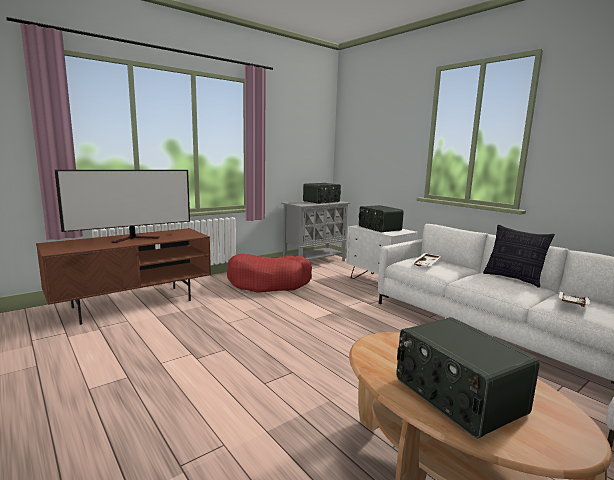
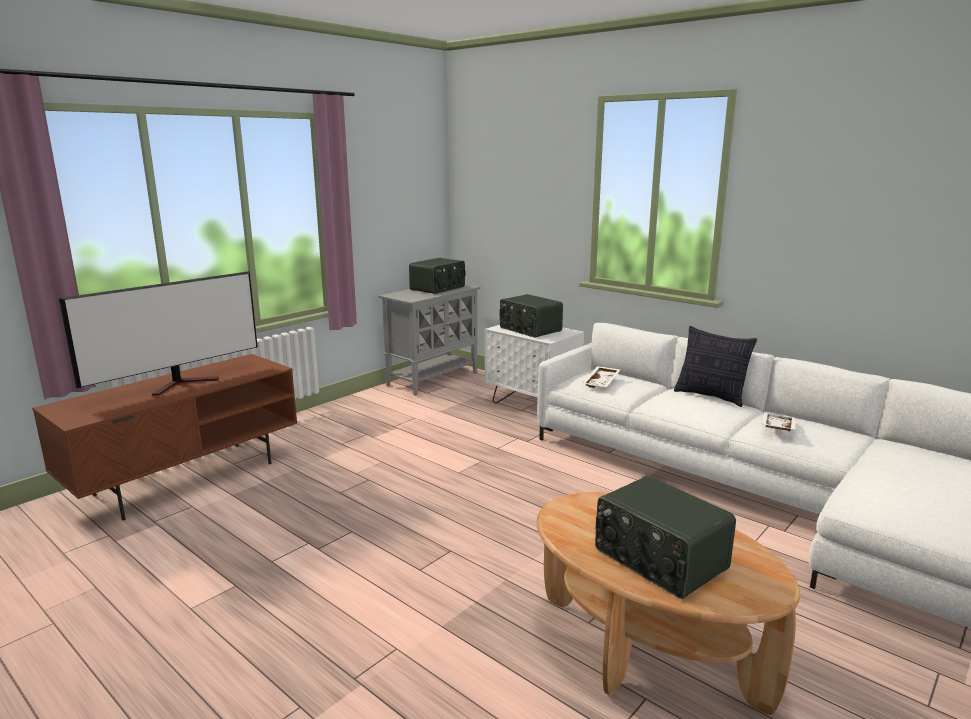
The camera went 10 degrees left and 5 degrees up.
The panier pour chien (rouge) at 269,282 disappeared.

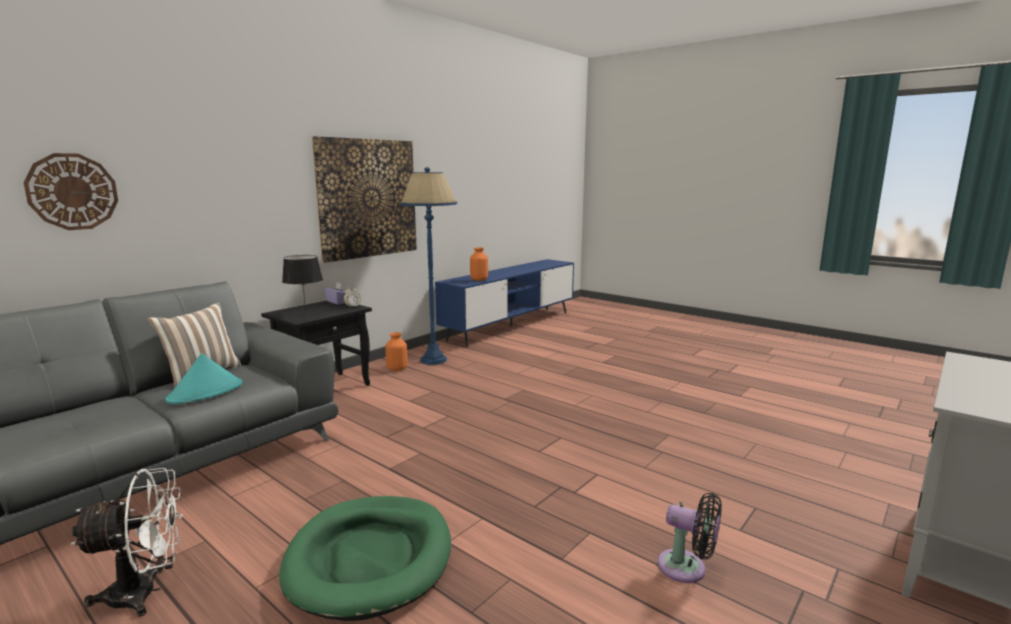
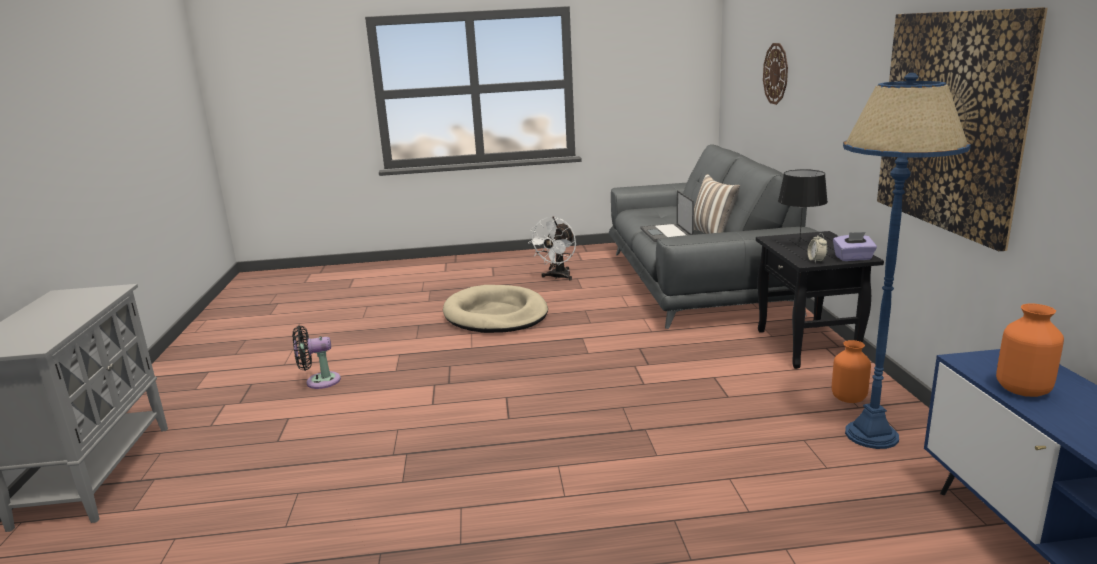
The camera went 135 degrees right and 5 degrees up.
The chapeau (turquoise) at 206,392 was replaced by the ordinateur portable at 666,233.
The panier pour chien (vert) at 370,559 became the panier pour chien (beige) at 496,315.

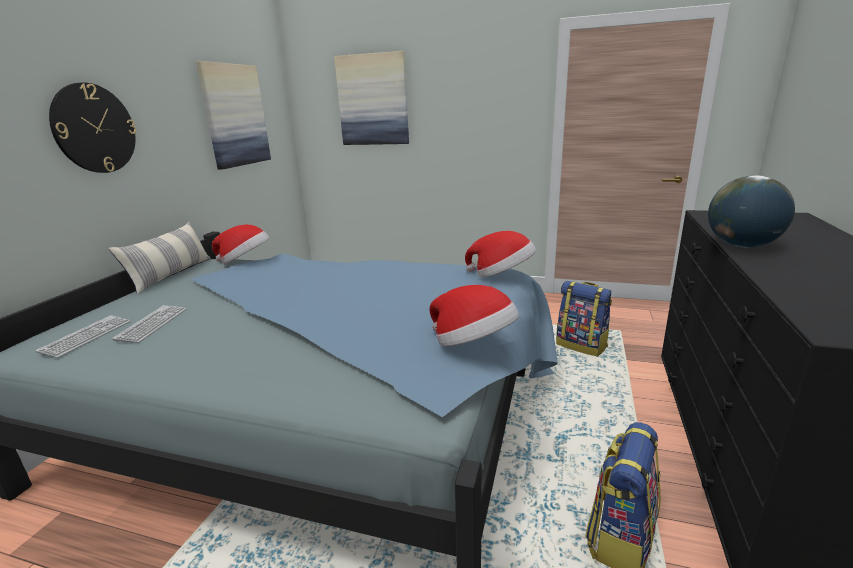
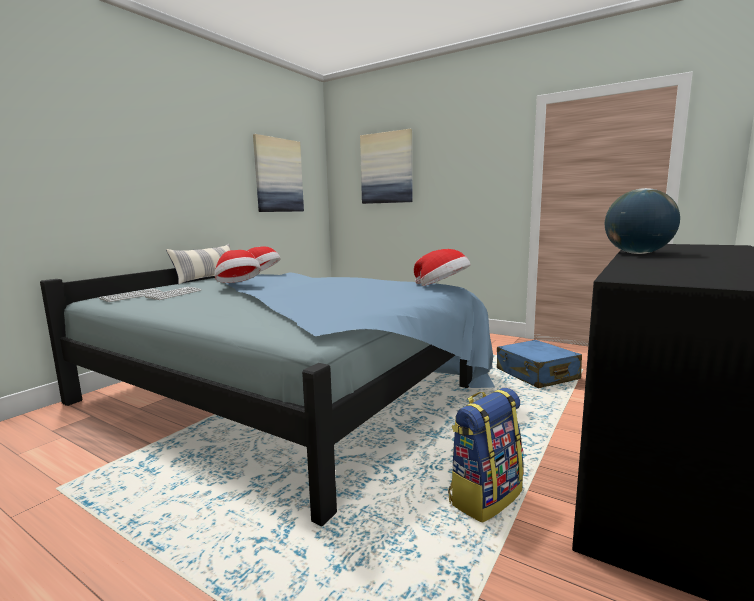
The camera went 15 degrees right and 10 degrees down.
The horloge murale at 94,129 disappeared.
The chapeau moved from 473,345 to 238,285.
The sac à dos at 582,345 was replaced by the valise (bleu) at 536,375.

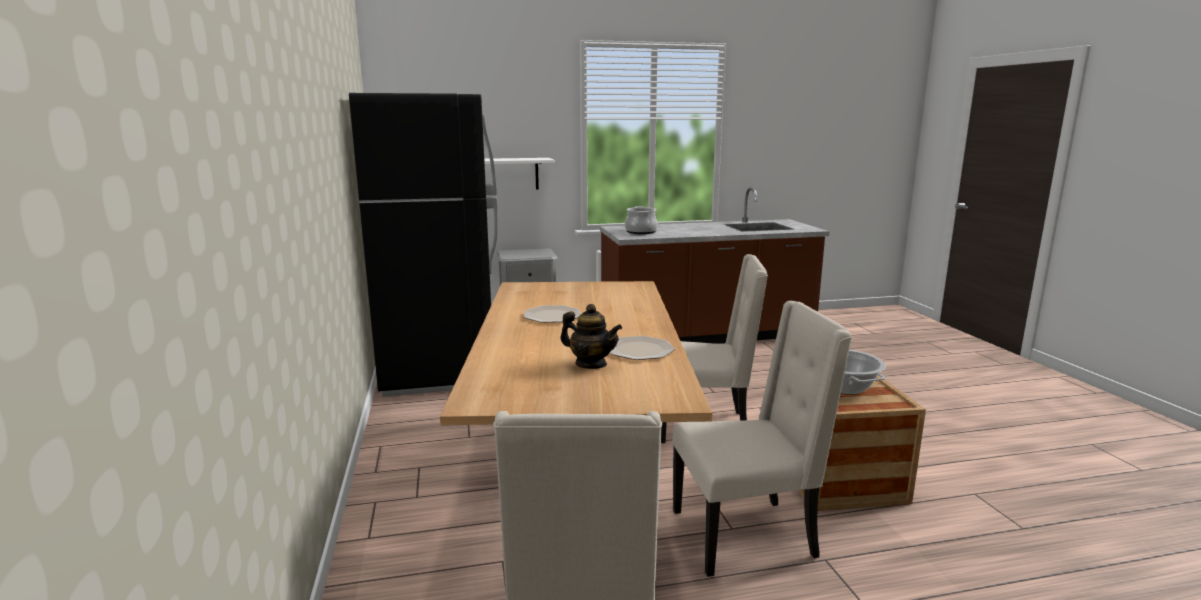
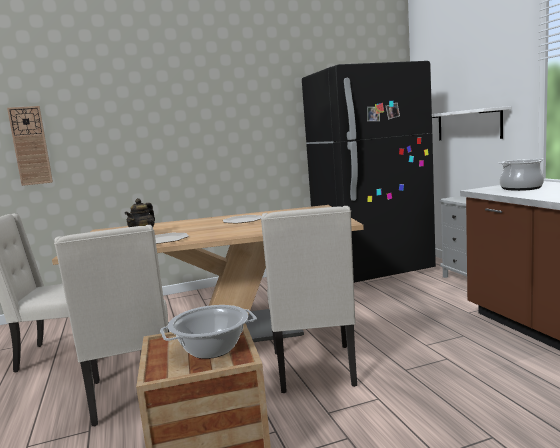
The camera went 85 degrees right and 5 degrees down.
The horloge murale at 30,146 appeared.

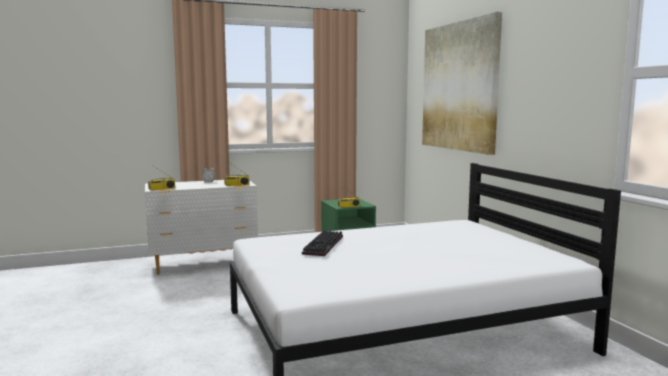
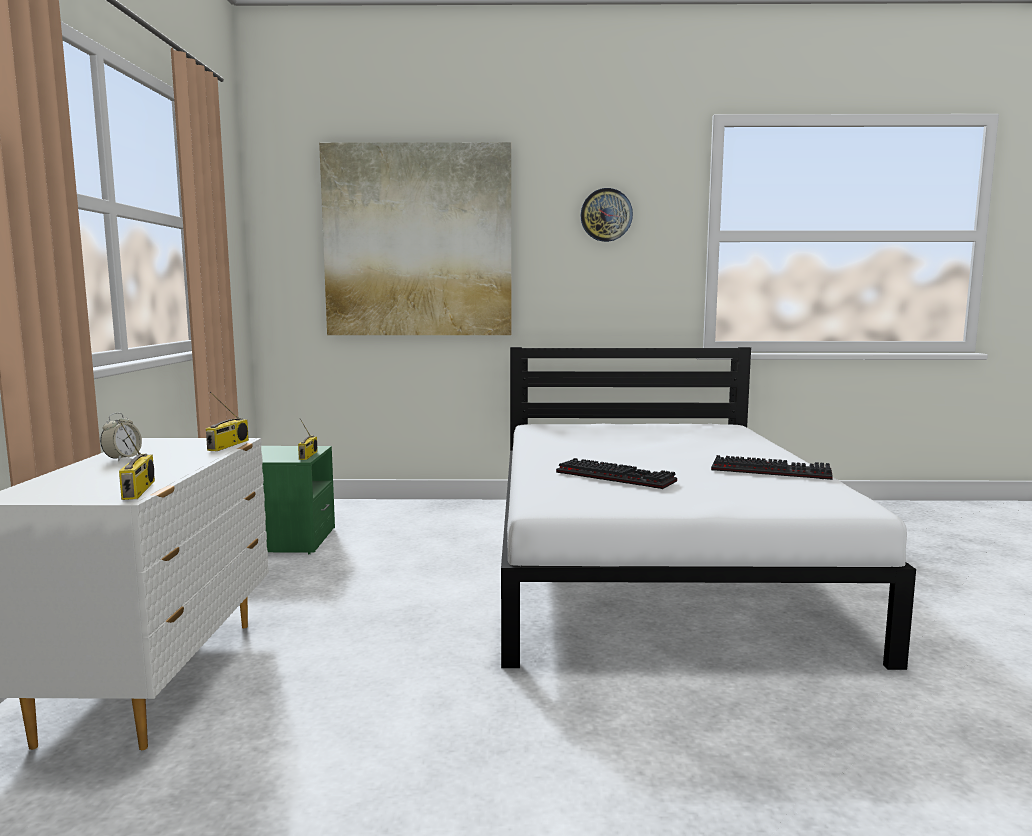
The camera went 70 degrees left and 0 degrees up.
The horloge murale at 606,215 appeared.
The clavier at 772,471 appeared.

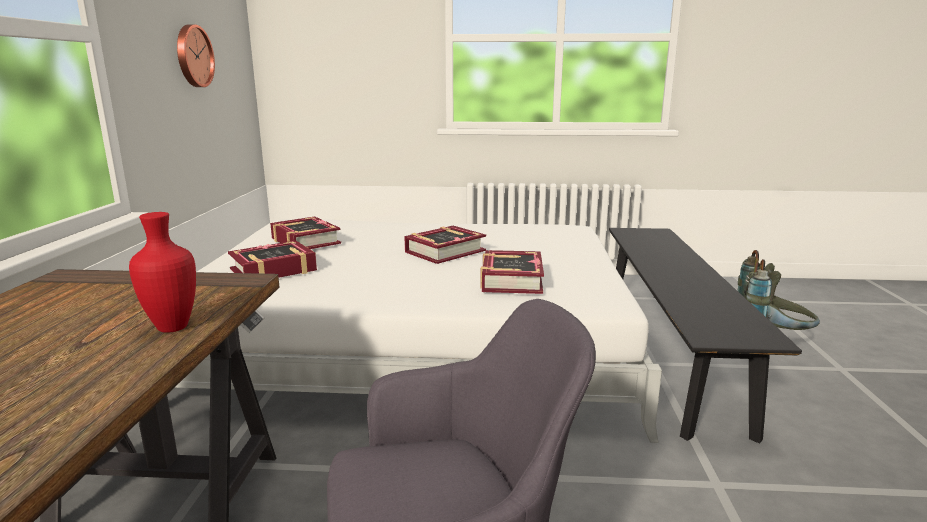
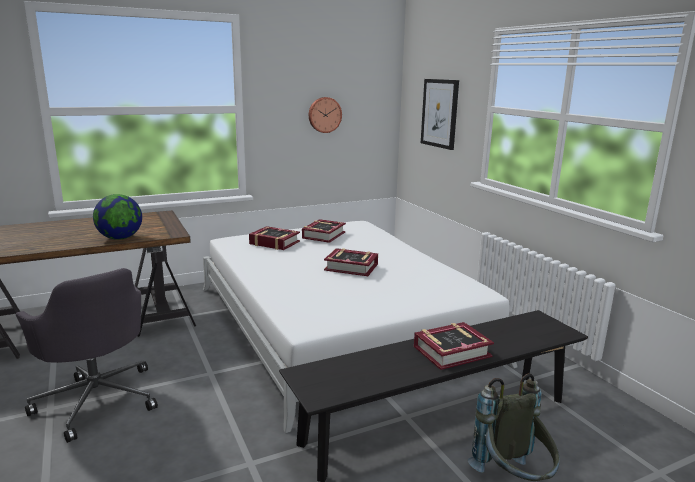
The camera went 60 degrees right and 0 degrees up.
The vase (rouge) at 173,327 was replaced by the globe at 120,238.
The livre moved from 511,280 to 451,351.
The tableau at 440,113 appeared.

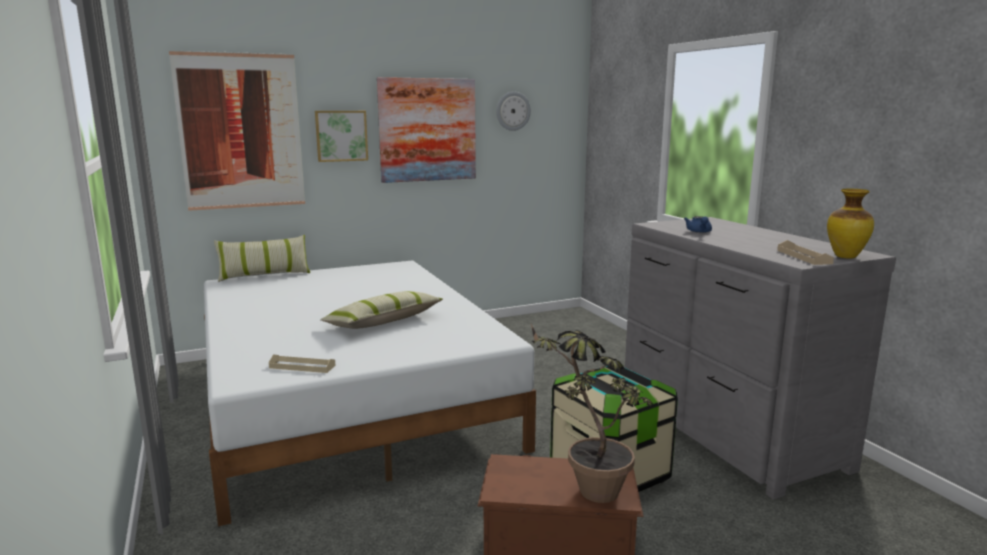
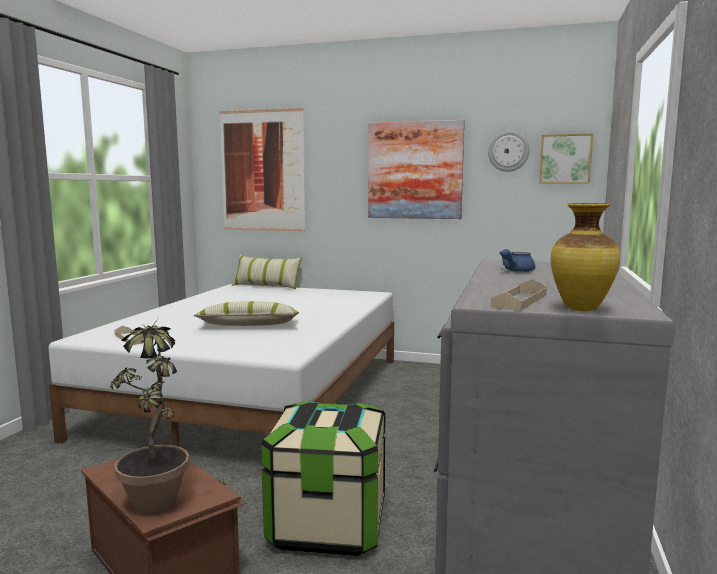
The camera went 40 degrees right and 5 degrees down.
The tableau moved from 341,135 to 565,159.

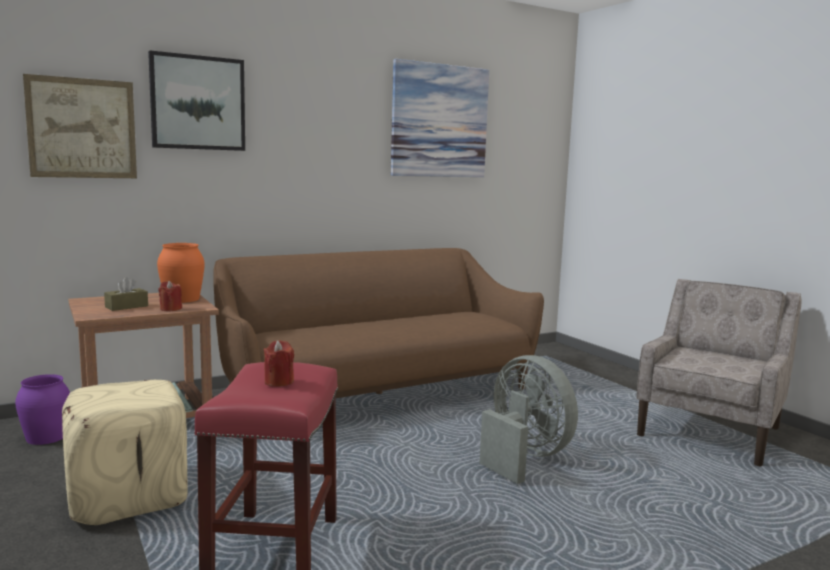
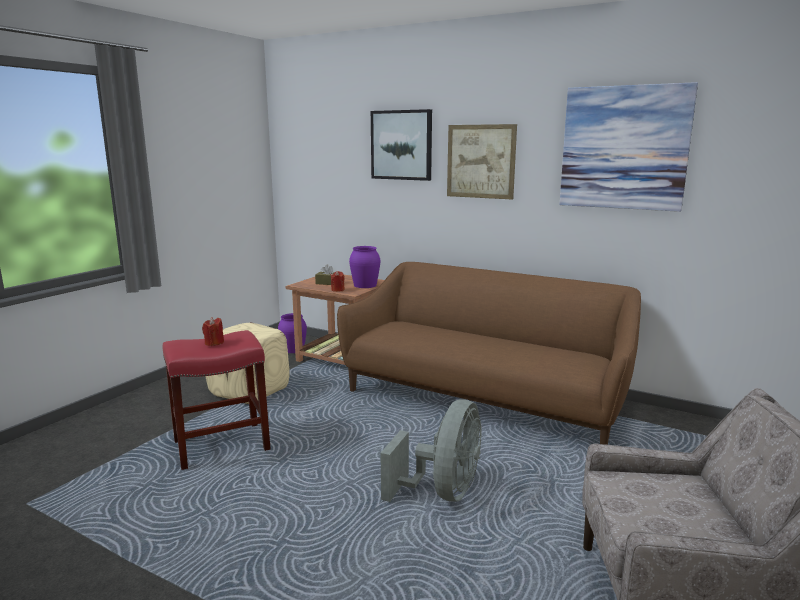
The camera went 60 degrees right and 5 degrees up.
The tableau moved from 82,128 to 481,161.
The vase (orange) at 182,299 became the vase (violet) at 365,285.

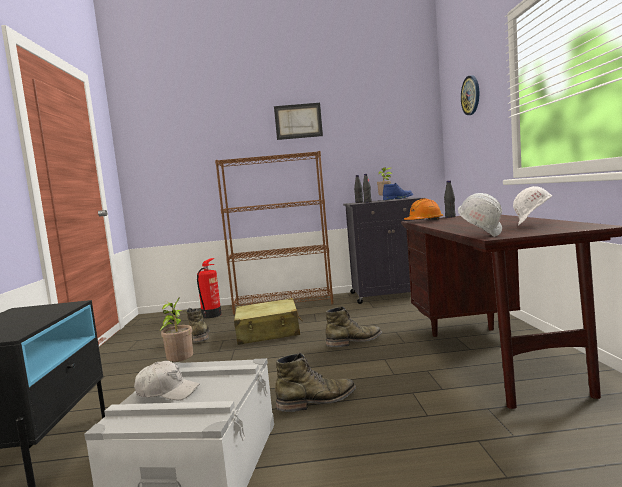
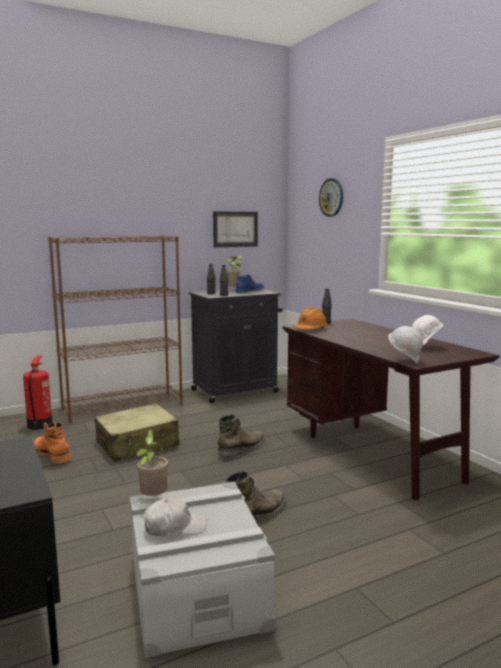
The camera went 25 degrees left and 5 degrees up.
The botte (vert) at 199,336 became the botte (orange) at 52,454.
The tableau moved from 298,121 to 235,229.

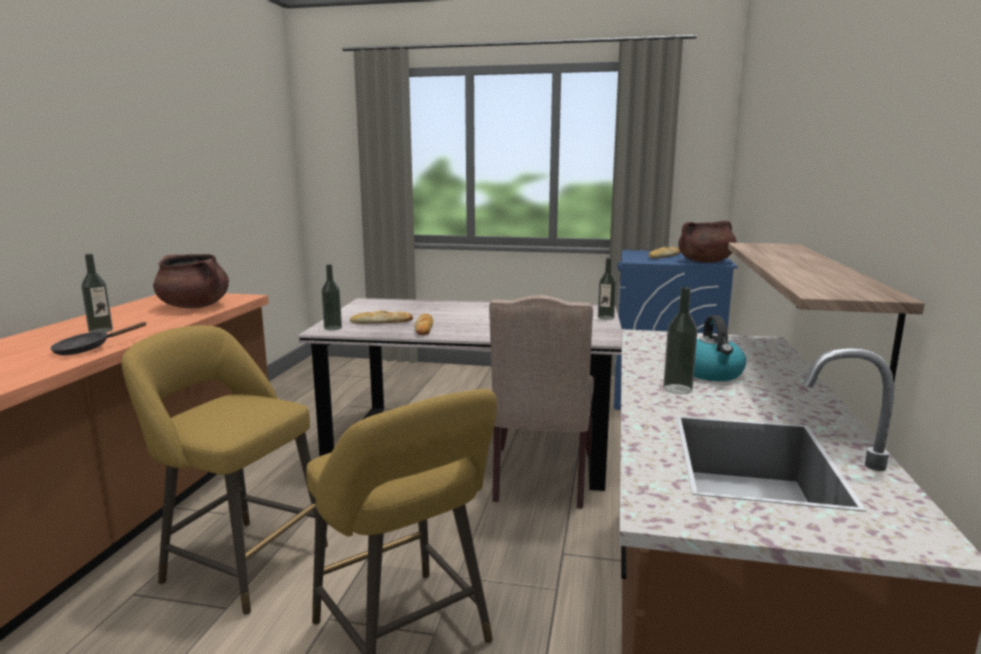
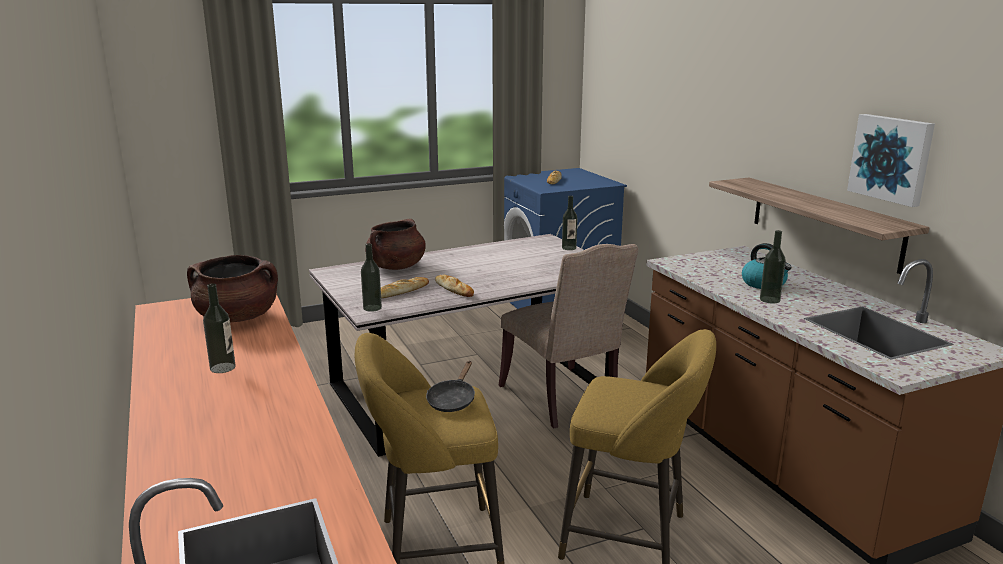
The camera went 35 degrees left and 5 degrees up.
The poêle (noir) moved from 88,349 to 452,400.
The marmite (marron) moved from 705,261 to 396,267.
The tableau at 891,158 appeared.

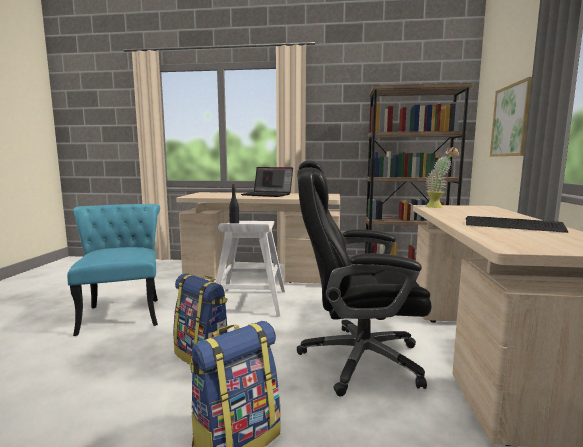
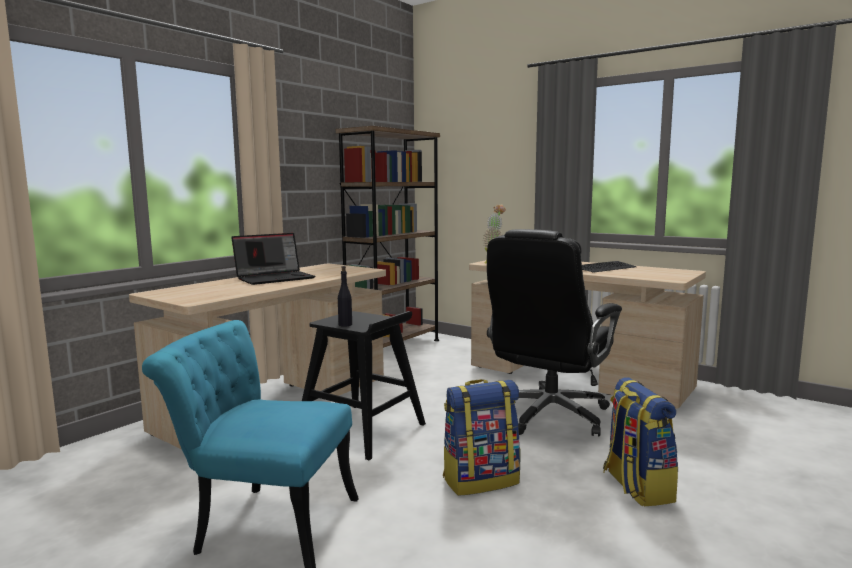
The camera went 60 degrees left and 0 degrees up.
The tabouret (blanc) at 250,302 became the tabouret (noir) at 362,430.
The tableau at 512,120 disappeared.

